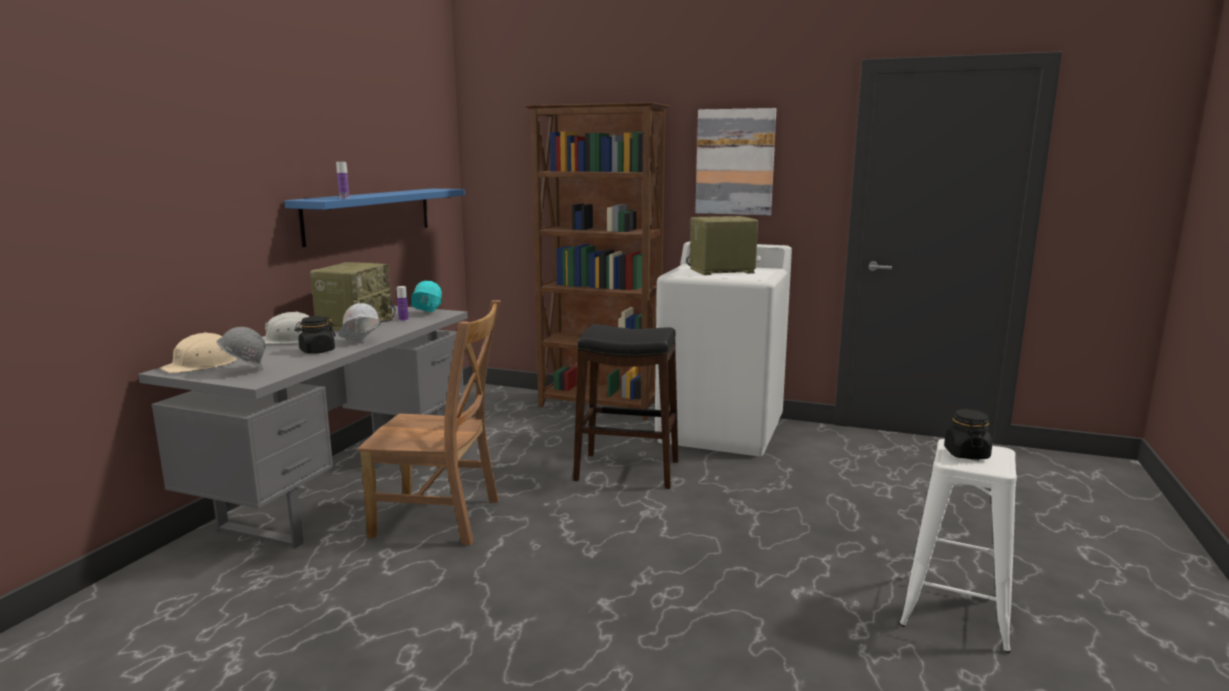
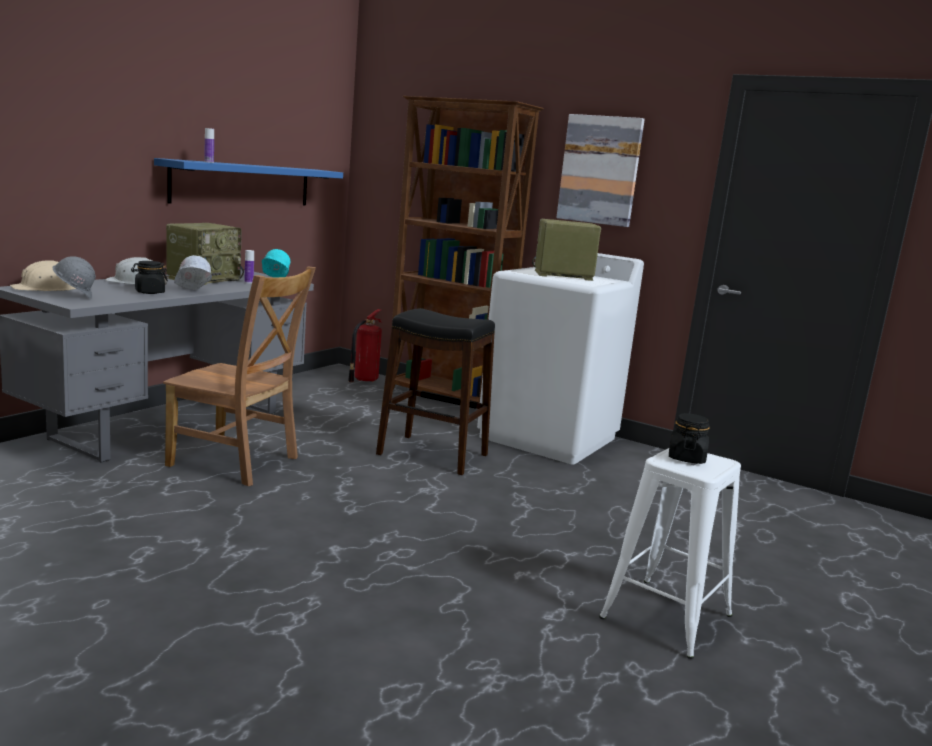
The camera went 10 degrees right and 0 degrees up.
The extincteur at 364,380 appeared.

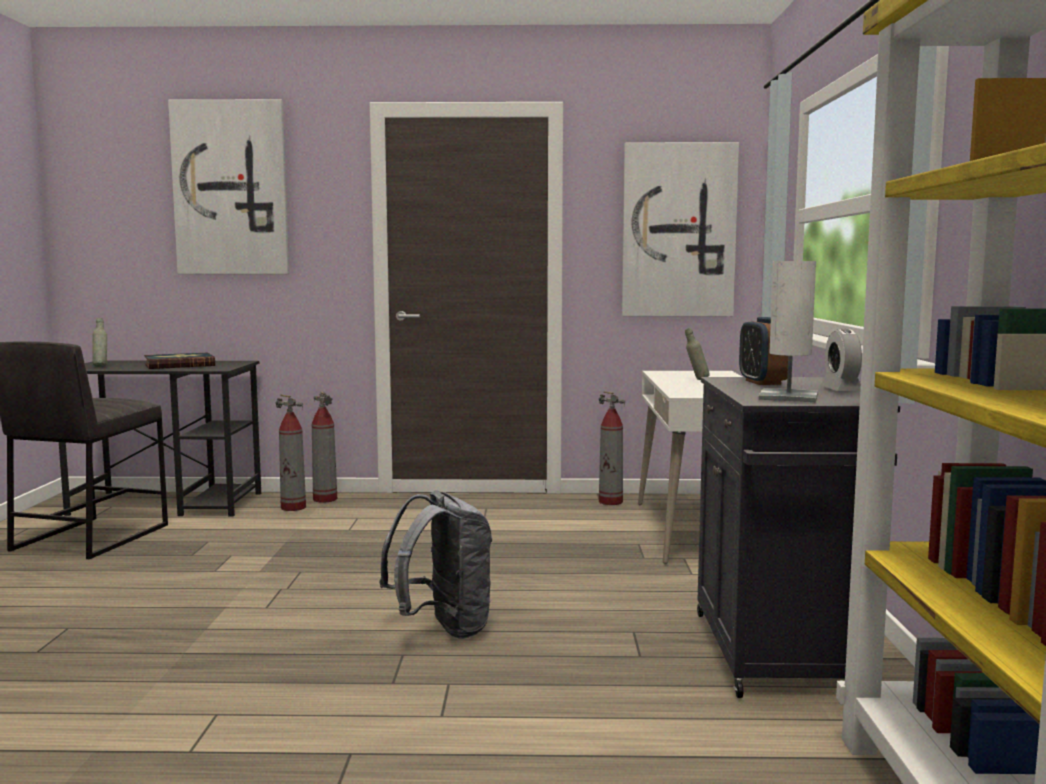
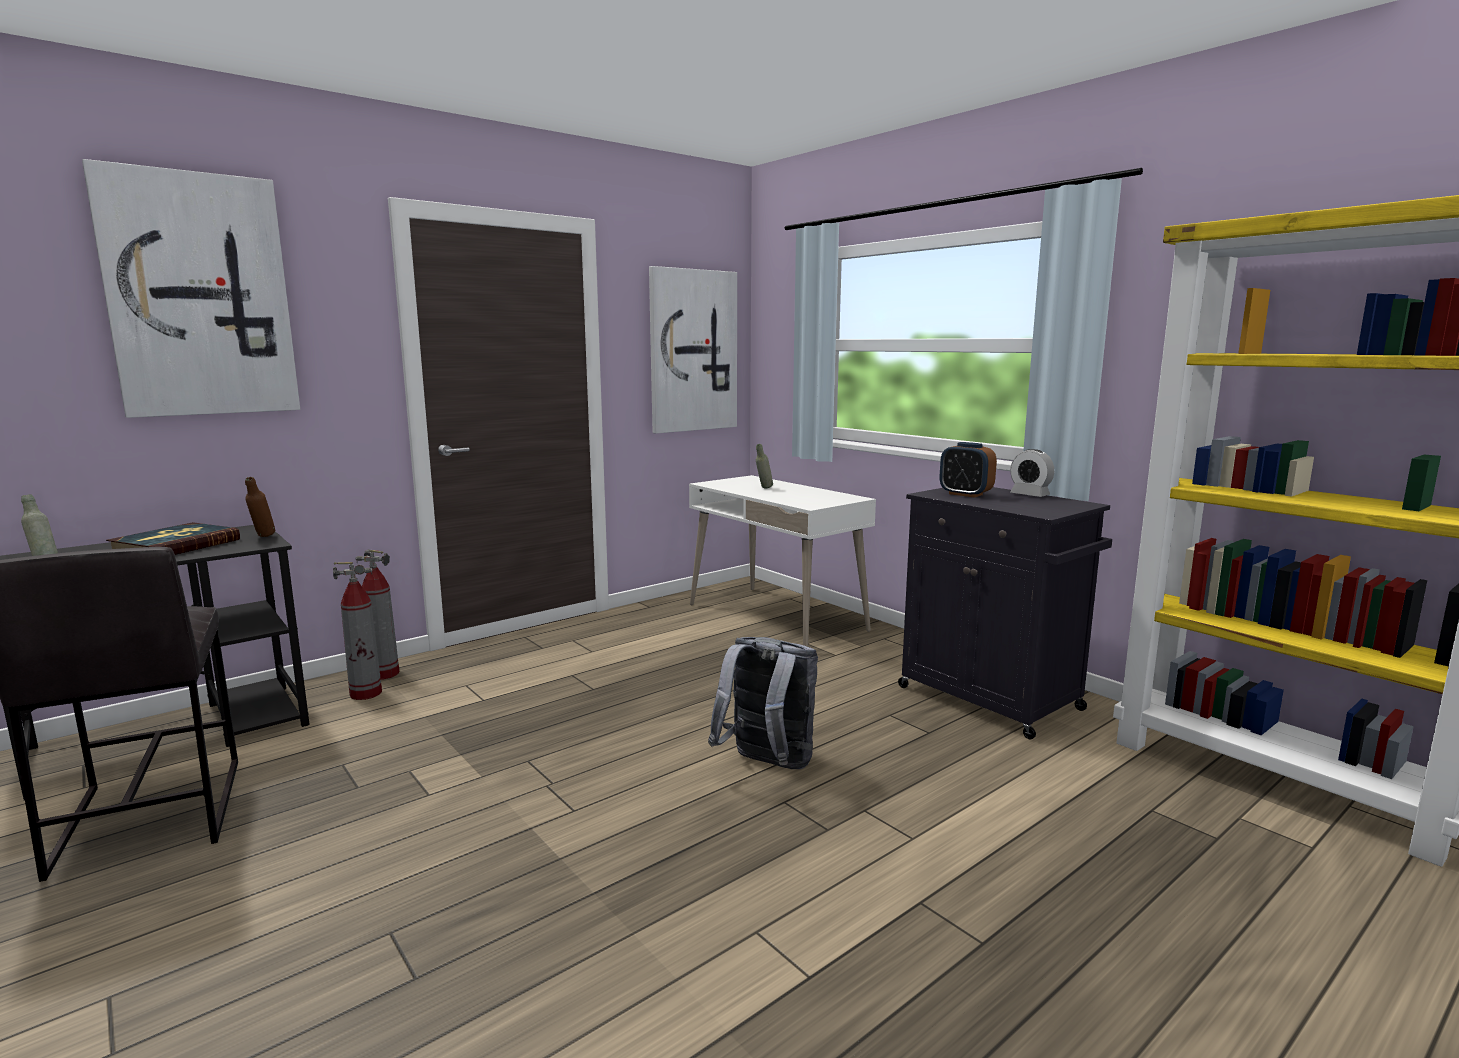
The camera went 40 degrees left and 5 degrees up.
The extincteur at 611,502 disappeared.
The lampe de table (blanc) at 788,397 disappeared.
The bouteille (marron) at 263,537 appeared.

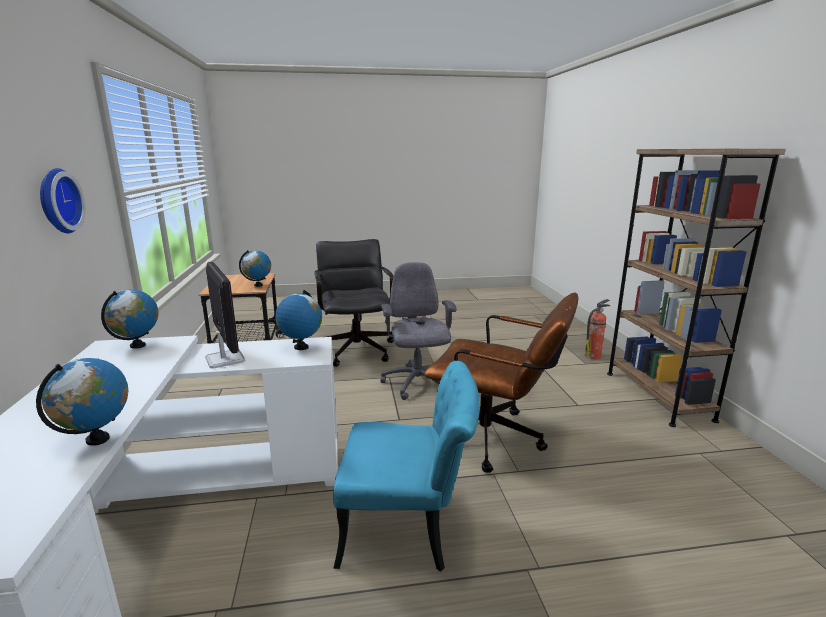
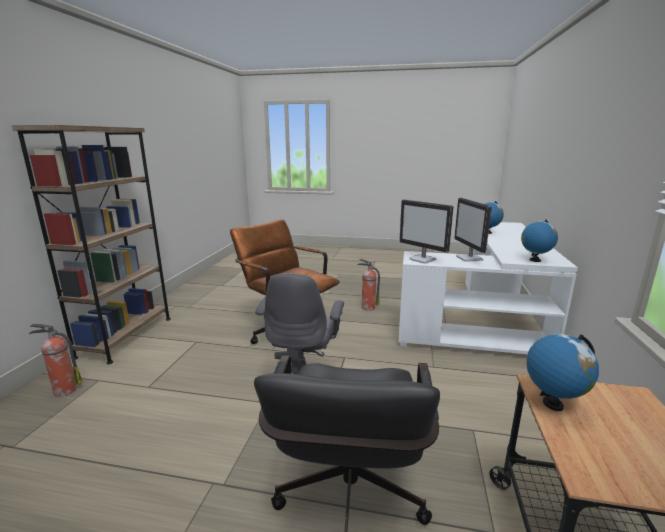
The camera went 160 degrees left and 0 degrees up.
The horloge murale at 56,201 disappeared.
The globe at 301,347 was replaced by the écran d'ordinateur at 423,259.
The chaise (turquoise) at 409,529 was replaced by the extincteur at 367,307.

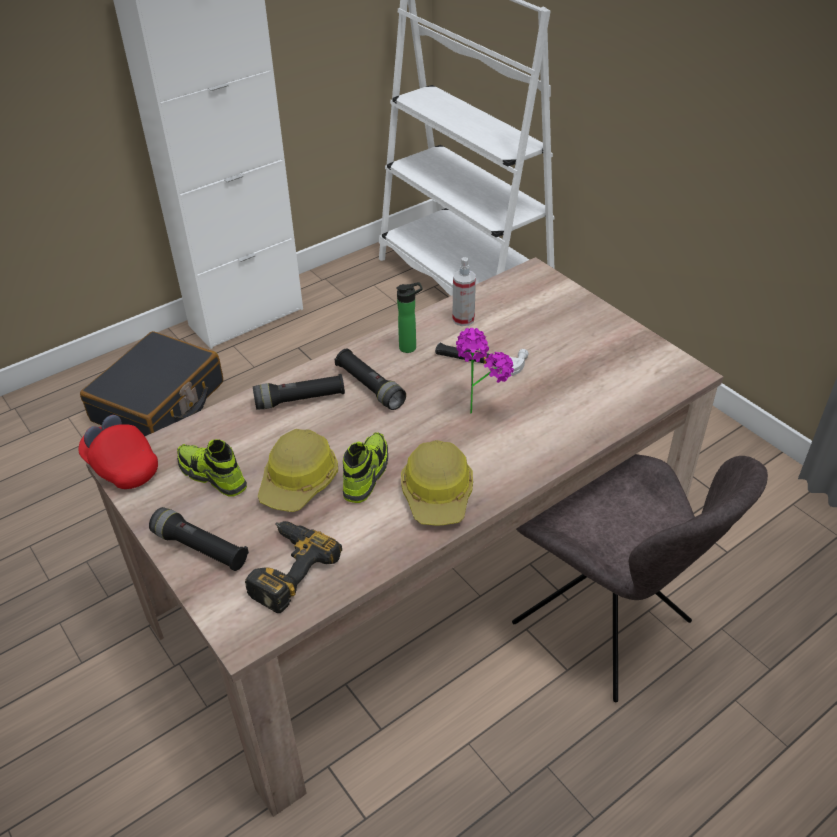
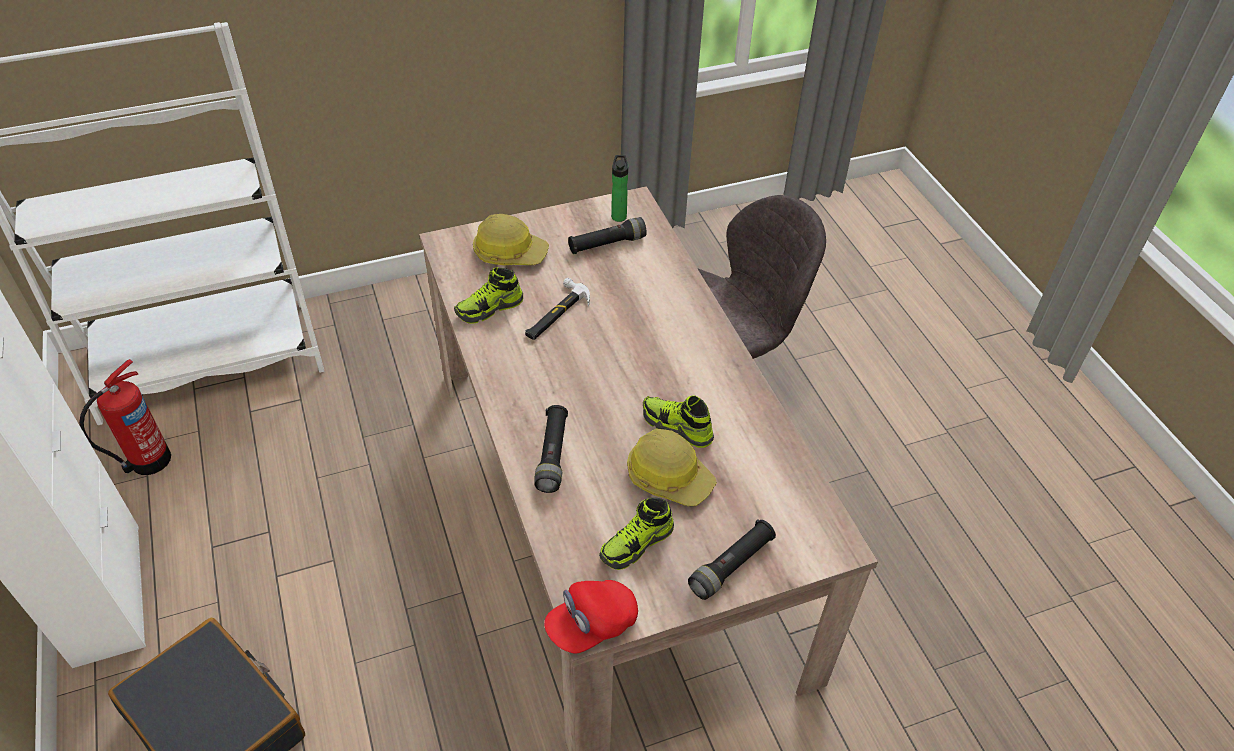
The camera went 75 degrees left and 5 degrees up.
The perceuse at 285,568 disappeared.
The lampe de poche (noir) moved from 370,387 to 607,244.
The bouteille moved from 410,347 to 619,215.
The casque de chantier moved from 438,494 to 510,252.
The vaporisateur at 463,319 was replaced by the chaussure at 489,308.
The plante en pot at 478,406 disappeared.
The extincteur at 147,461 appeared.

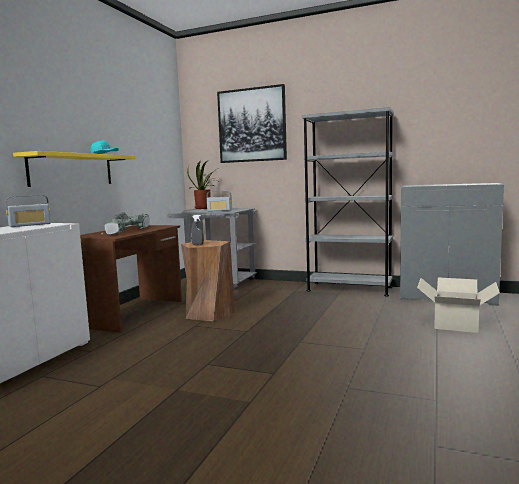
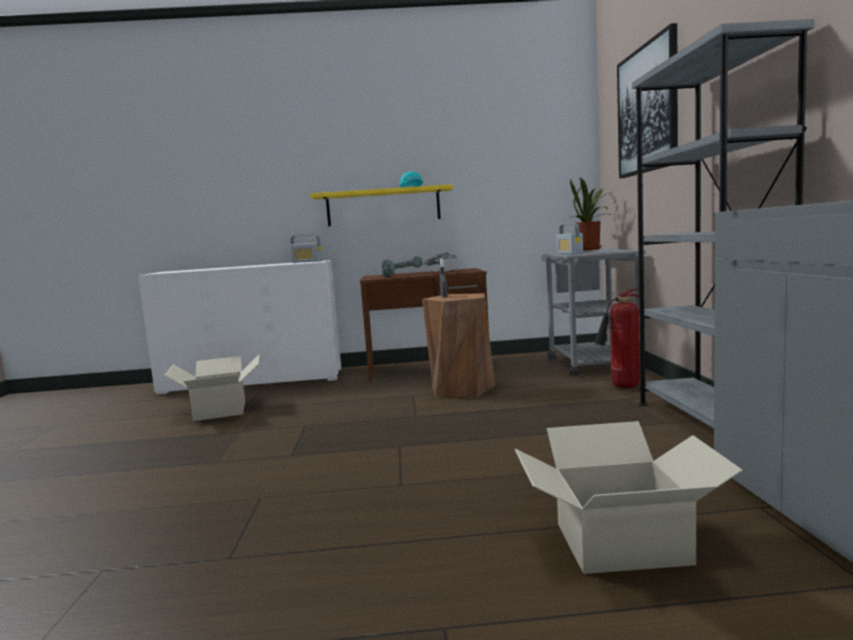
The camera went 65 degrees right and 0 degrees up.
The carton at 221,410 appeared.
The extincteur at 622,387 appeared.

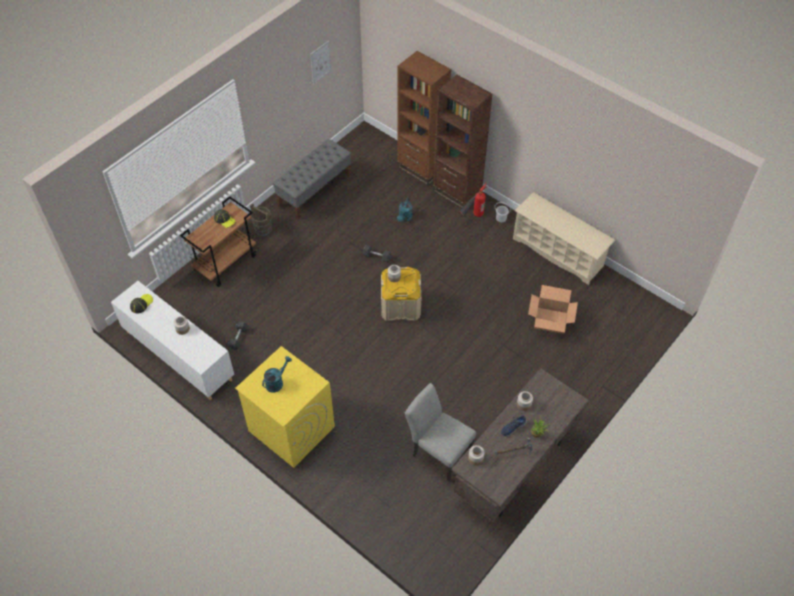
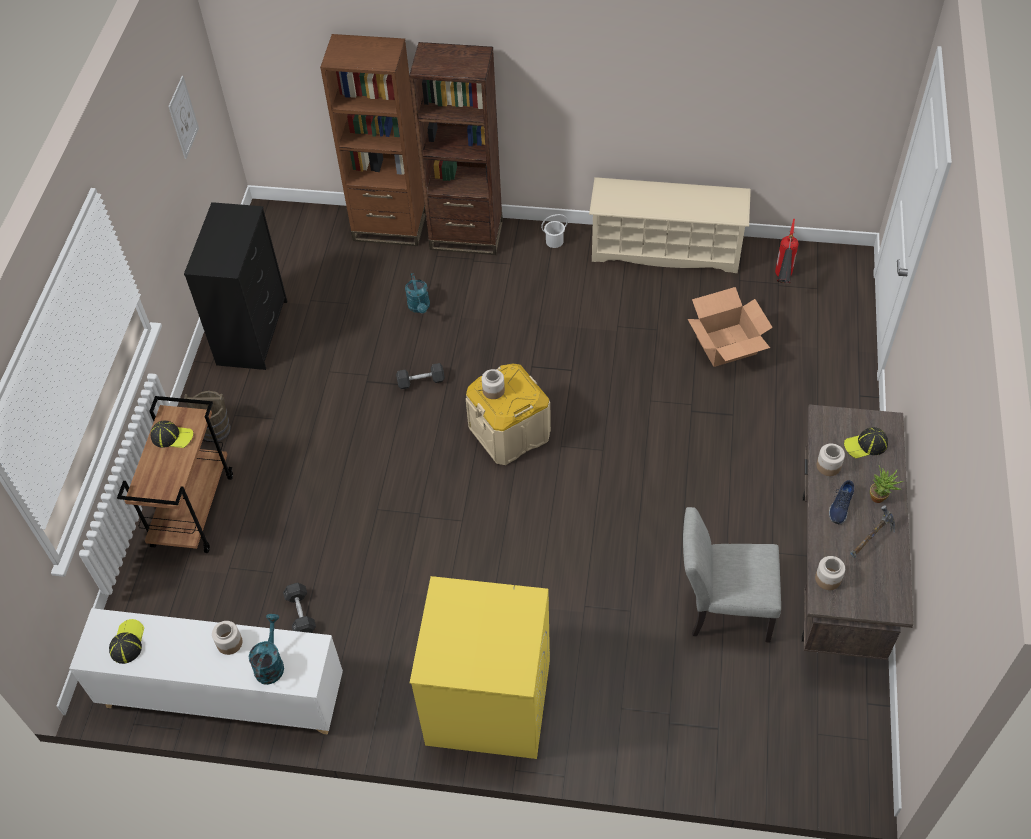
The camera went 30 degrees left and 0 degrees up.
The arrosoir (turquoise) moved from 276,382 to 270,663.
The banc (gris) at 314,190 was replaced by the commode (noir) at 253,333.
The extincteur moved from 471,218 to 781,284.
The casquette at 865,445 appeared.

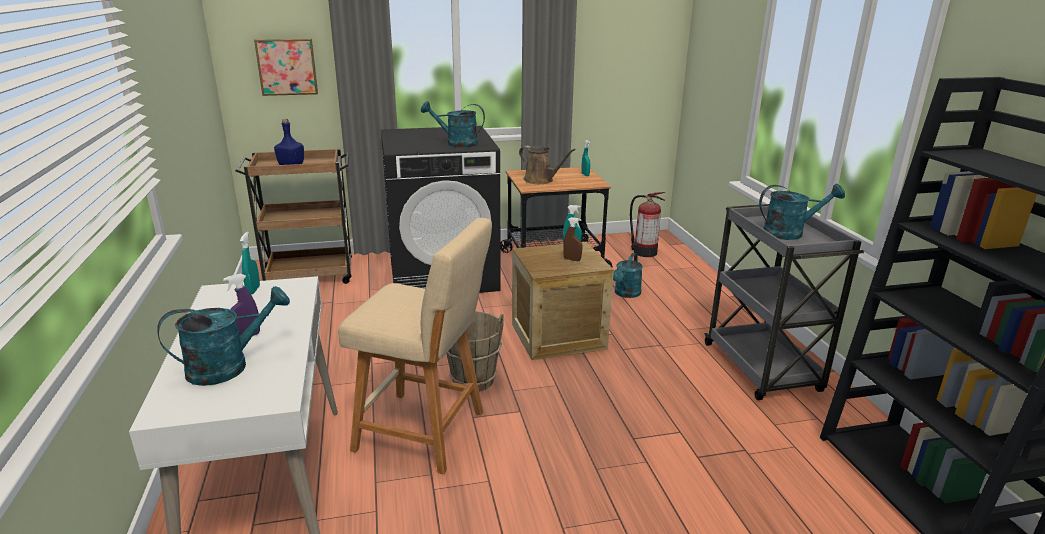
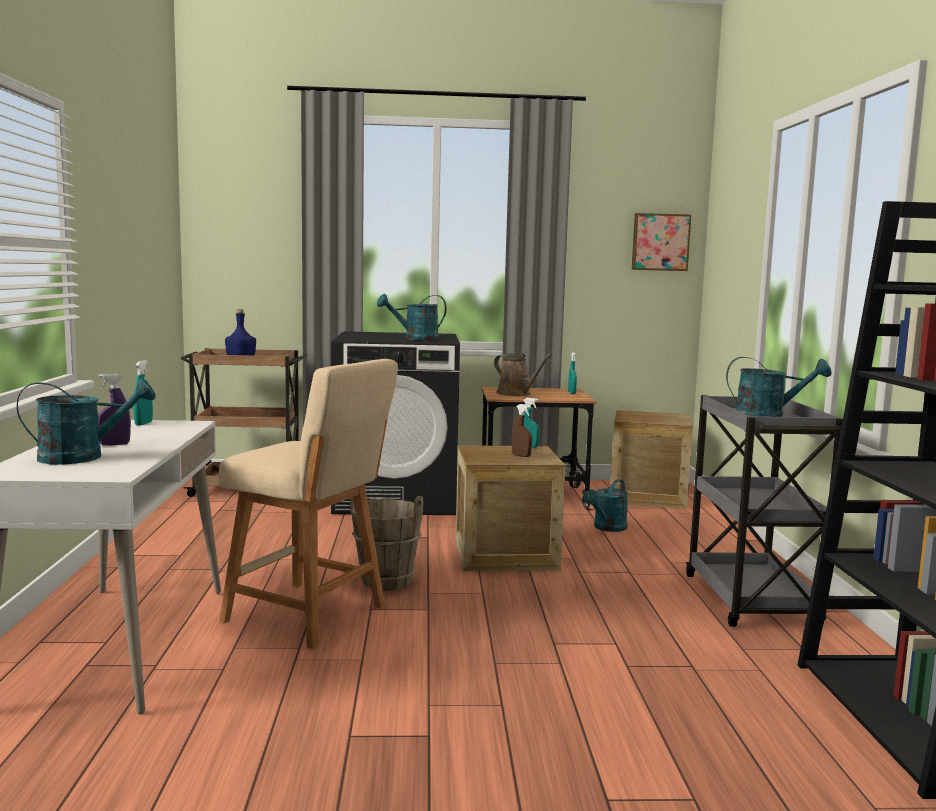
The camera went 10 degrees right and 15 degrees down.
The tableau moved from 287,66 to 660,242.
The arrosoir (turquoise) at 456,143 turned 45 degrees counterclockwise.
The extincteur at 643,252 was replaced by the caisse at 648,497.

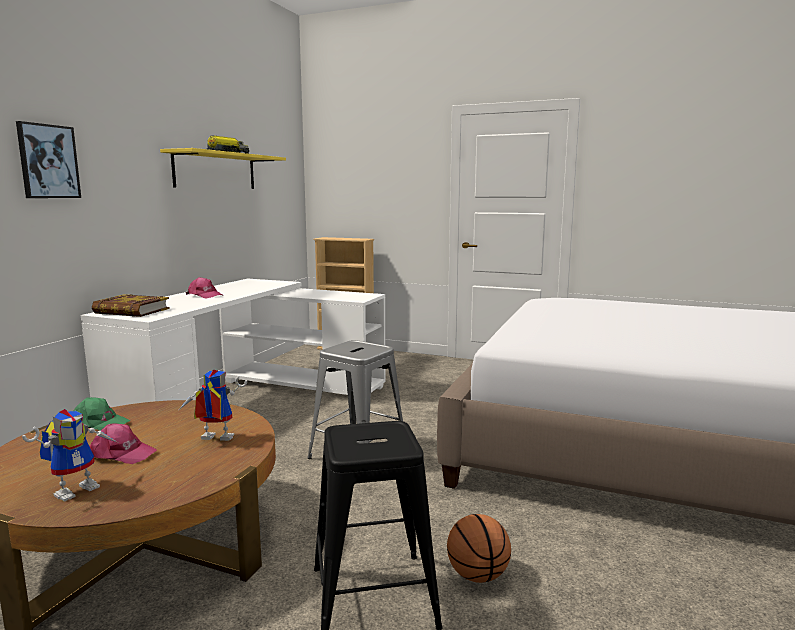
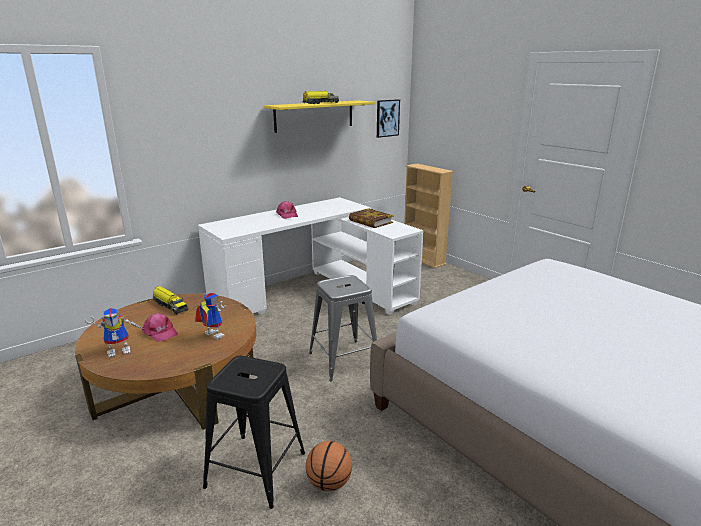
The camera went 30 degrees right and 10 degrees up.
The tableau moved from 48,161 to 387,118.
The casquette (vert) at 98,424 was replaced by the camion jouet at 170,305.
The livre moved from 131,311 to 370,221.

